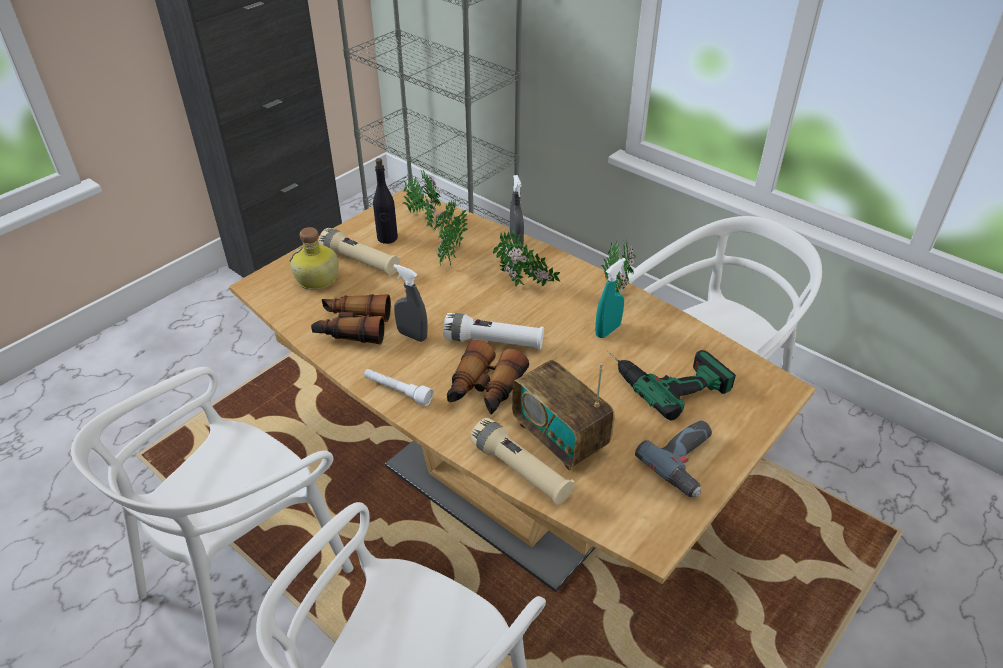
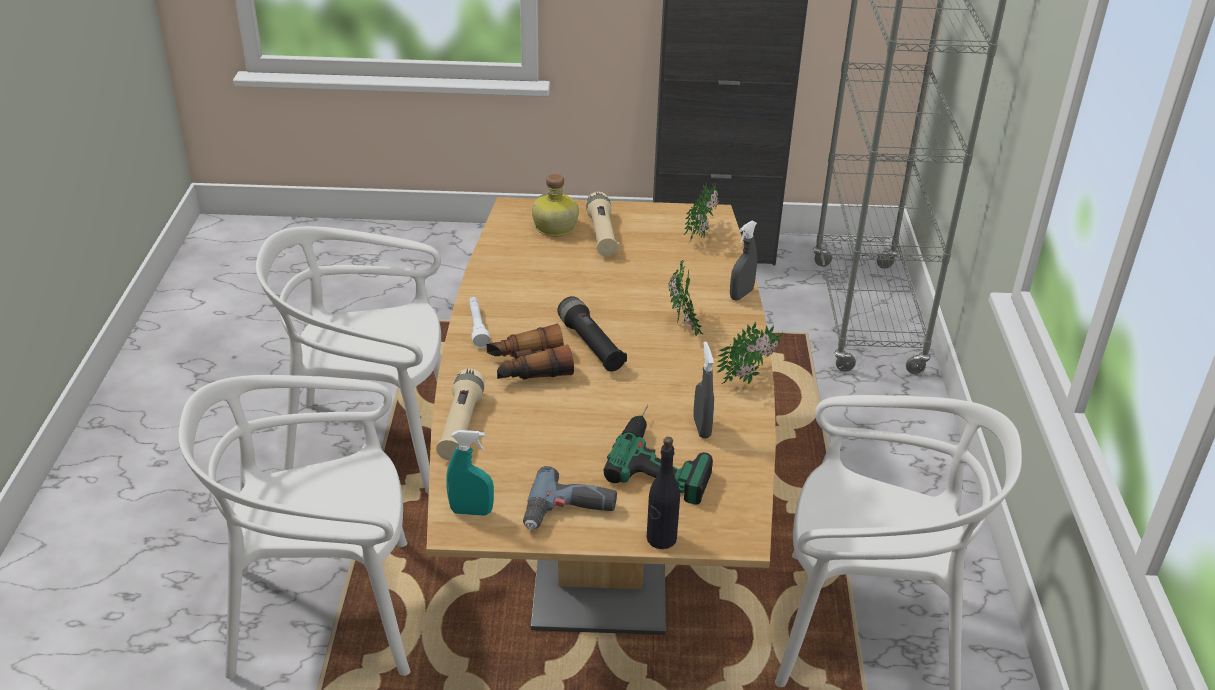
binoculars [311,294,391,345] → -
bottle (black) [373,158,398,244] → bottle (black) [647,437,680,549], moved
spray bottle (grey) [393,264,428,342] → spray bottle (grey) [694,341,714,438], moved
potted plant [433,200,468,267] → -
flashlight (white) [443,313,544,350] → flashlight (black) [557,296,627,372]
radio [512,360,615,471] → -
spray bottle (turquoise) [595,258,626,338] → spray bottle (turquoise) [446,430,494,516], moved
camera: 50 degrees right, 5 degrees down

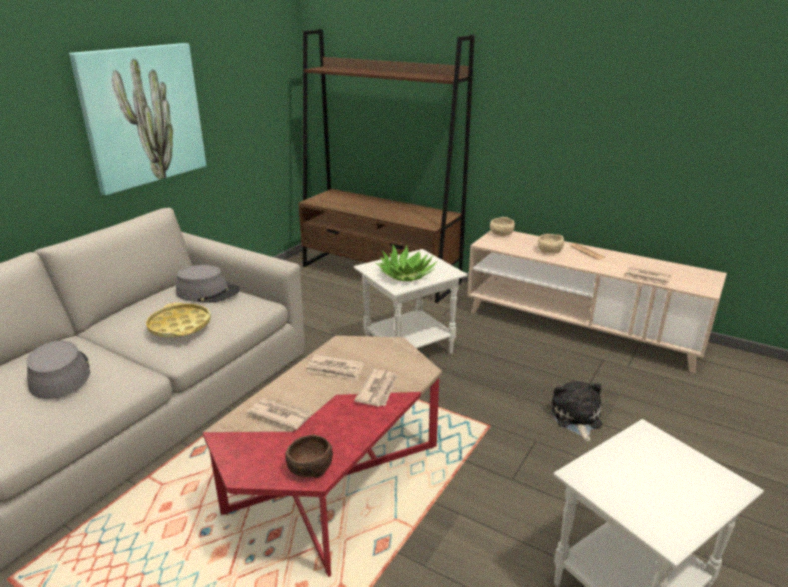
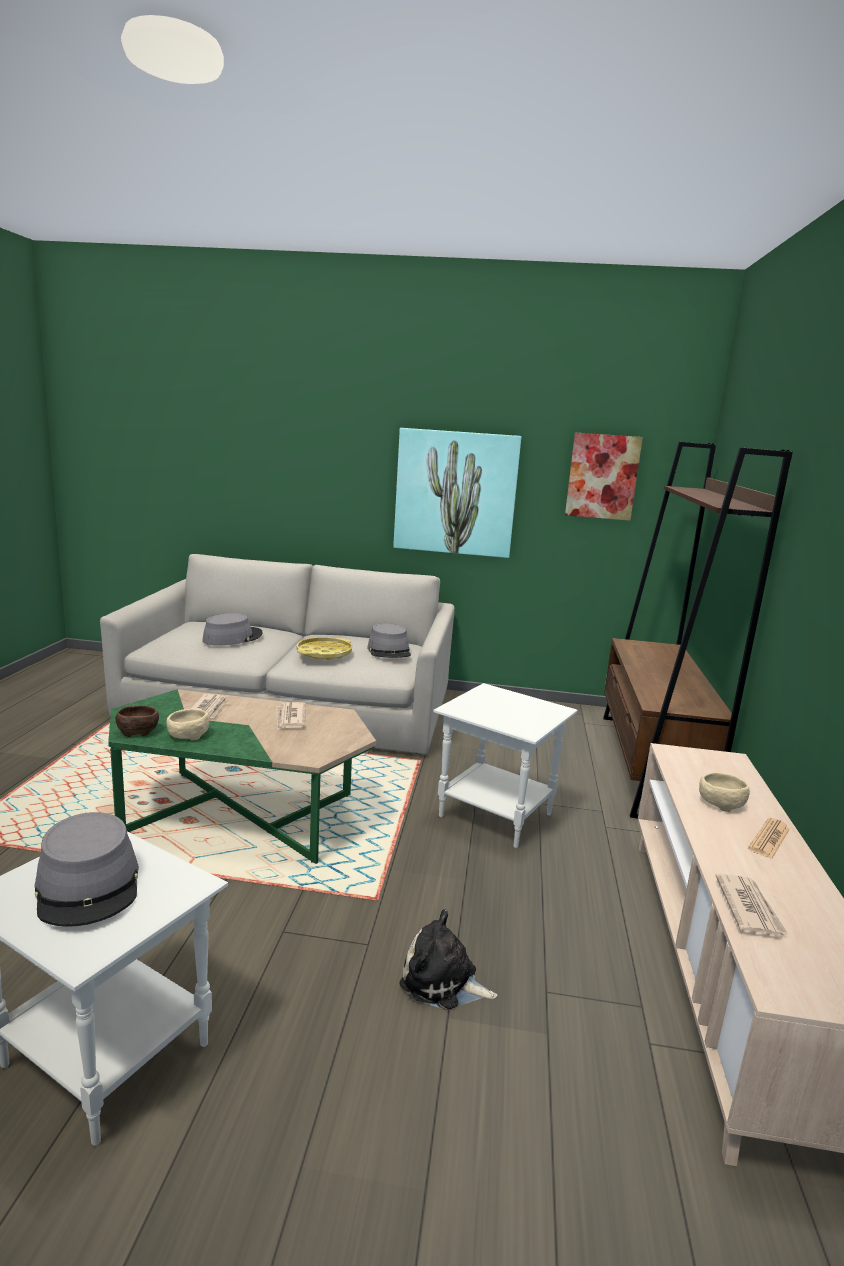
coffee table (red) [203,336,442,577] → coffee table (green) [108,689,376,864]
newspaper [354,369,398,407] → -
potted plant [376,244,437,281] → -
bowl (beige) [490,217,515,237] → bowl (beige) [166,709,209,741], moved
plush toy [551,381,602,441] → plush toy [399,909,497,1010], 135 degrees counterclockwise
- → hat (grey) [34,812,139,927]
- → picture [565,433,643,521]
camera: 65 degrees right, 10 degrees down

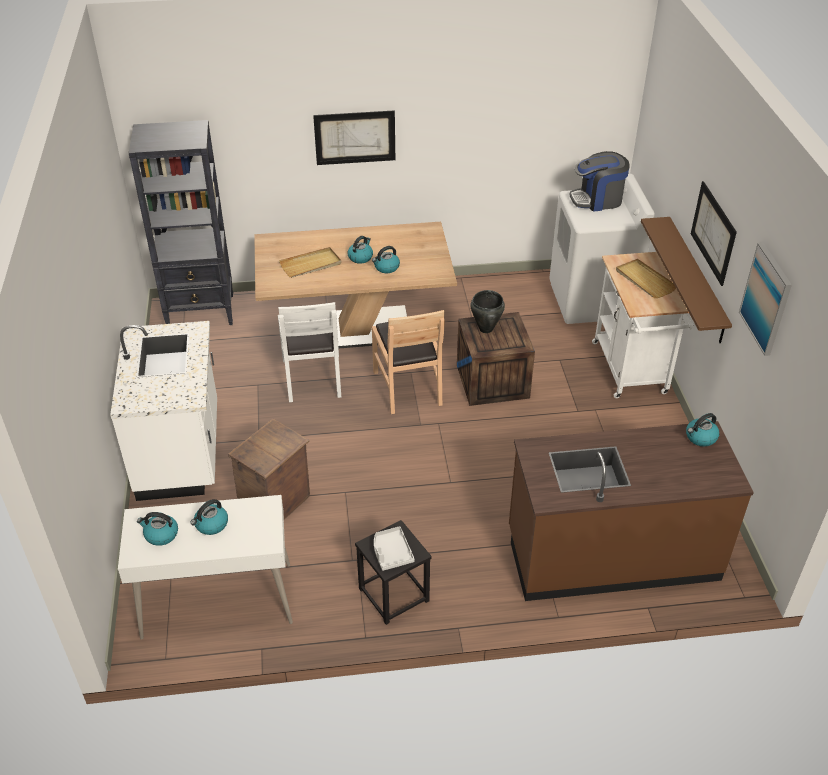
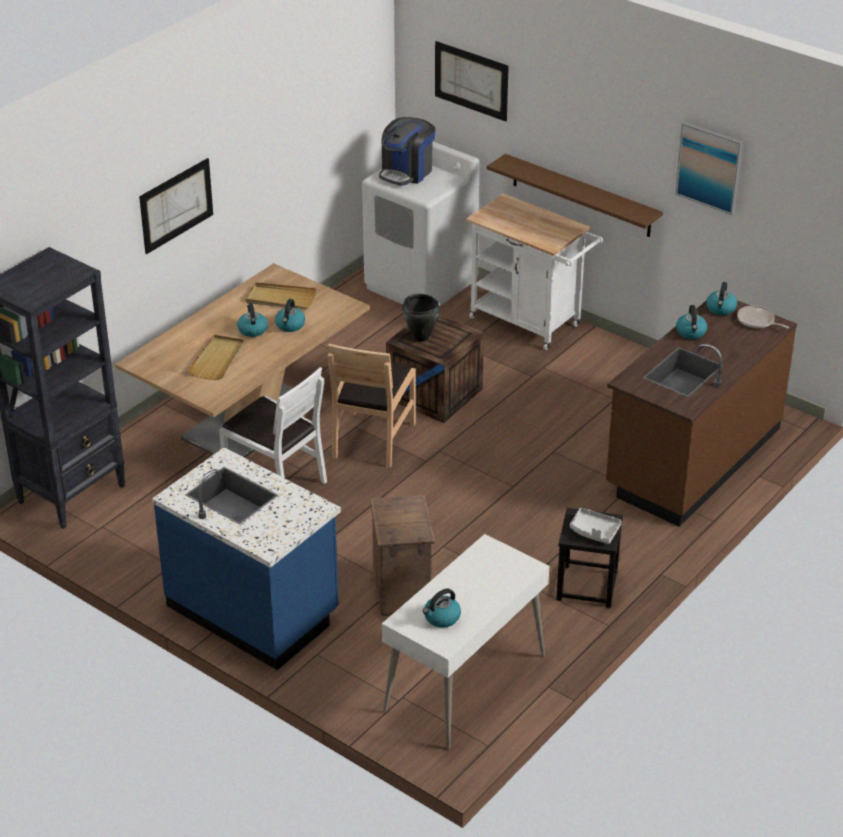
counter (white) [110,321,217,501] → counter (blue) [152,447,341,670]
kettle [190,499,228,535] → kettle [676,305,707,339], moved
chair (brown) [372,310,445,414] → chair (brown) [328,344,416,468], 75 degrees clockwise
tray (beige) [616,259,676,298] → tray (beige) [246,282,317,309], moved
picture [691,181,737,286] → picture [435,41,509,121], moved
- → frying pan [737,305,789,328]
camera: 45 degrees left, 5 degrees down

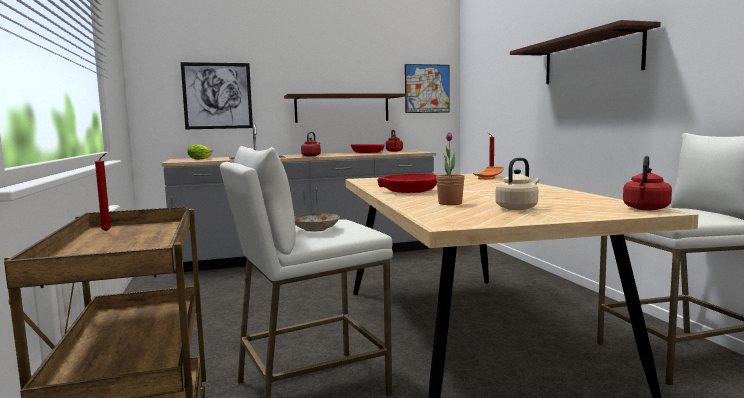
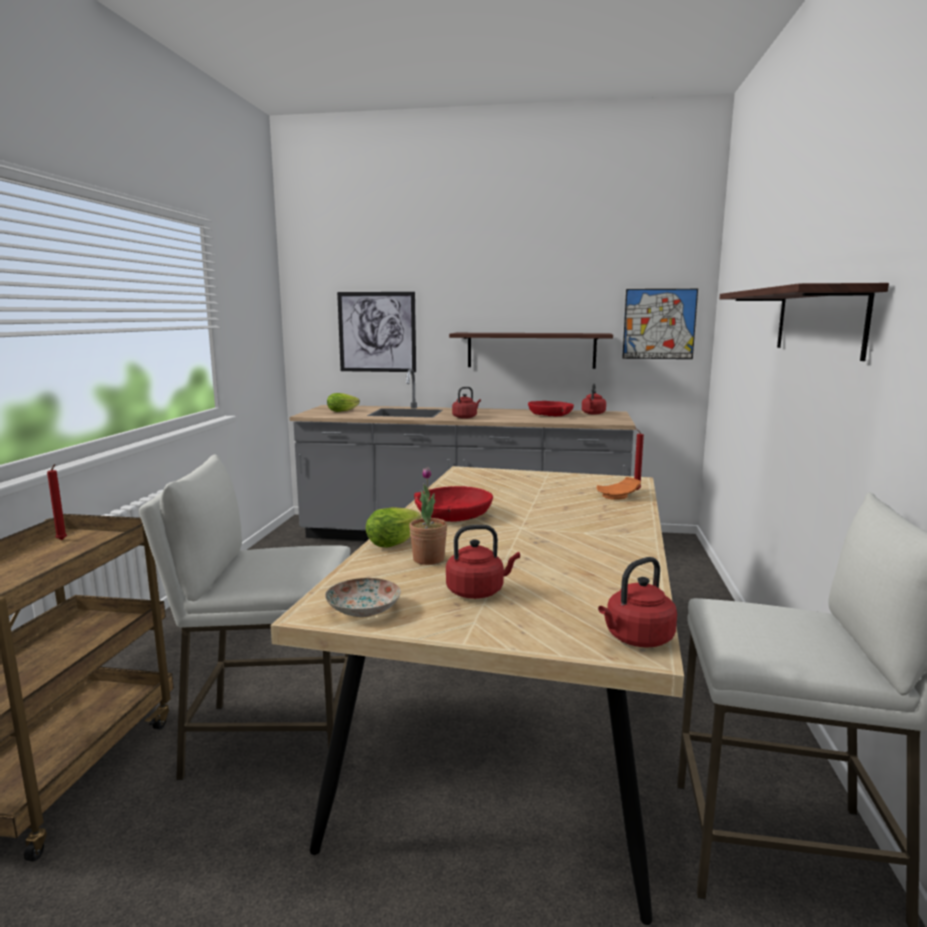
plate [294,213,340,232] → plate [325,578,401,617], moved
kettle (beige) [496,158,540,210] → kettle (red) [446,525,520,599]
- → lettuce [366,507,421,548]
camera: 25 degrees right, 5 degrees up

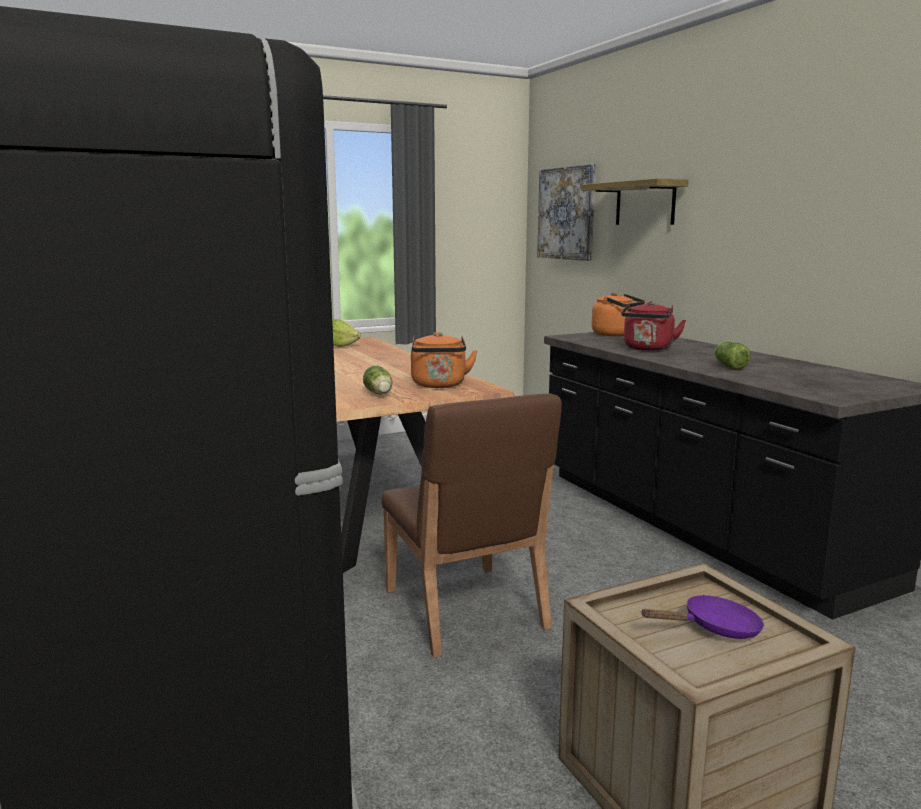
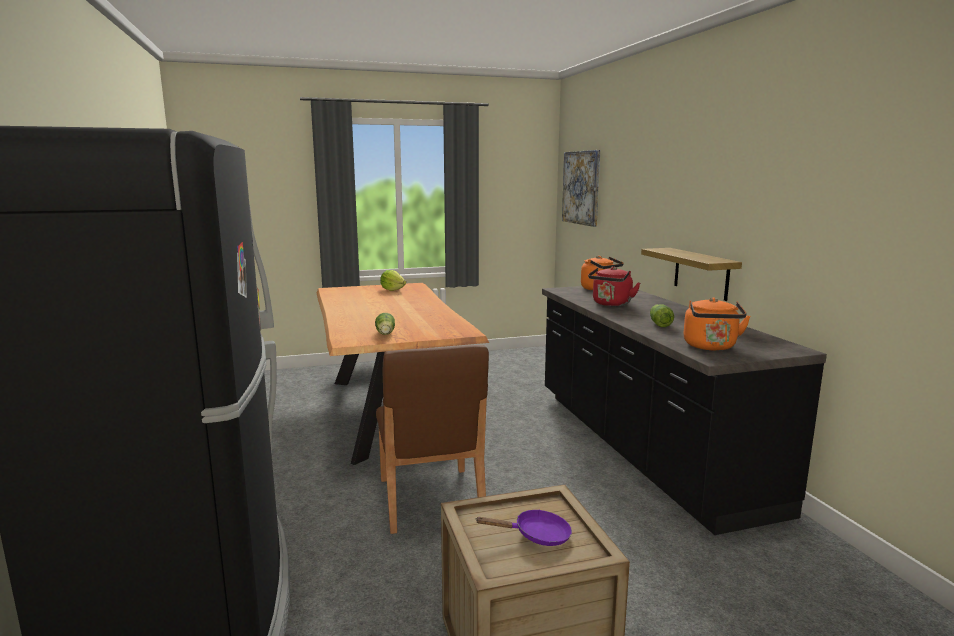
kettle (orange) [411,332,478,388] → kettle (orange) [684,297,751,351], moved
shelf [581,178,688,225] → shelf [641,248,742,301], moved
camera: 10 degrees right, 0 degrees up

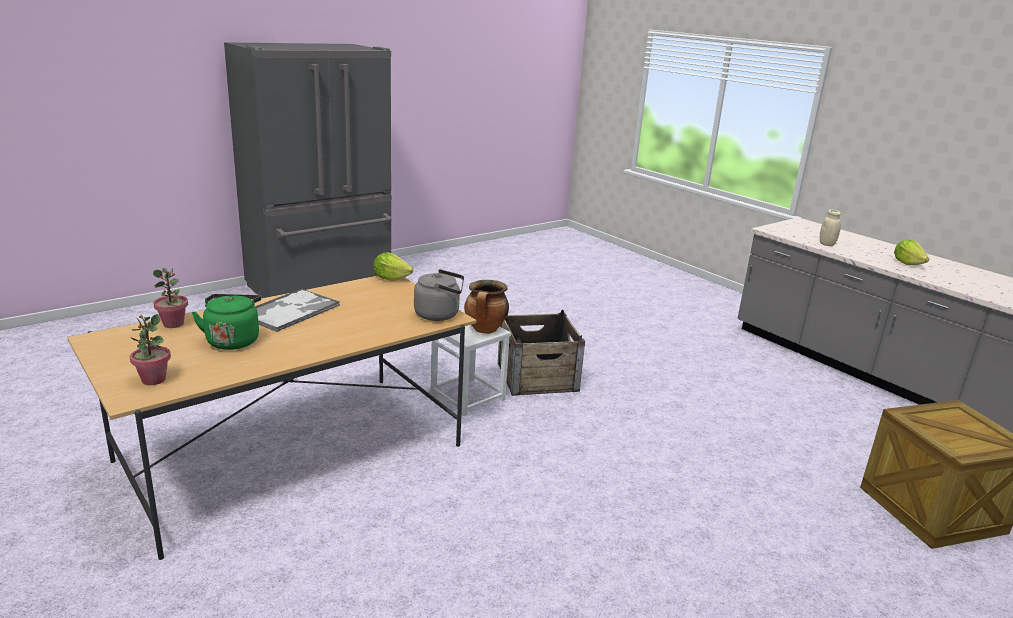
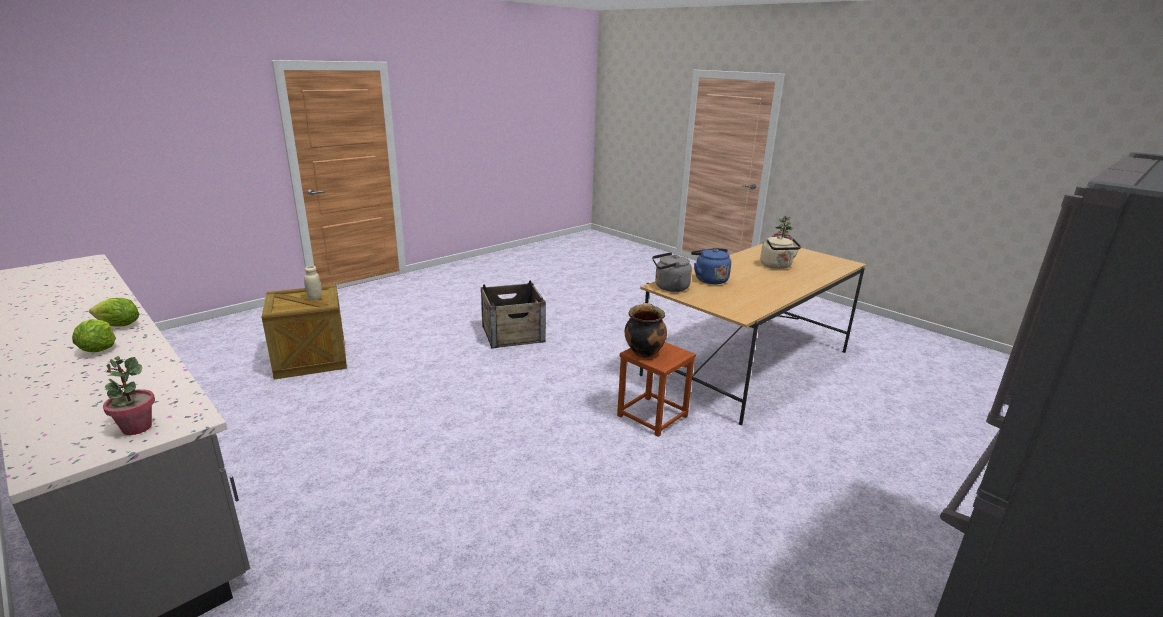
potted plant [153,268,188,328] → potted plant [103,356,155,435], moved
kettle (green) [192,294,261,350] → kettle (beige) [760,236,801,269]
tray [255,288,340,332] → -
lettuce [373,252,414,281] → lettuce [89,298,139,326], moved
stool (white) [431,325,511,416] → stool (brown) [617,342,696,437]
crate [498,310,585,396] → crate [481,280,546,349], moved
jar (beige) [820,209,841,246] → jar (beige) [304,266,322,300], moved
- → kettle (blue) [691,248,731,284]
camera: 175 degrees right, 0 degrees up

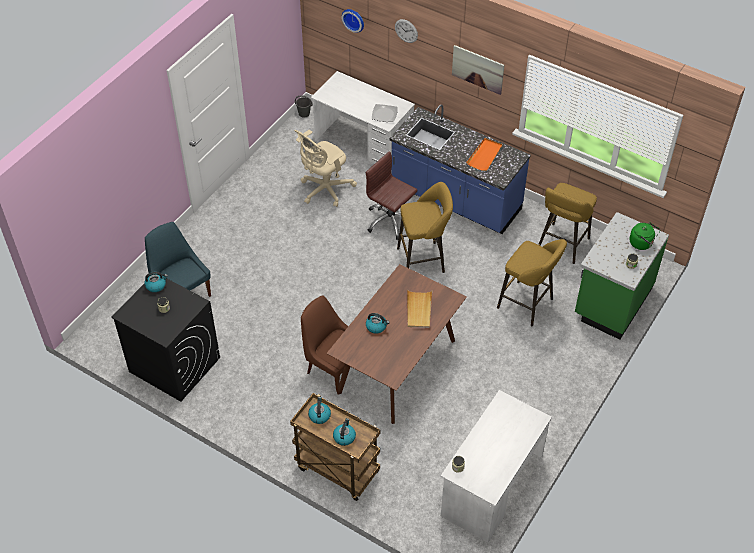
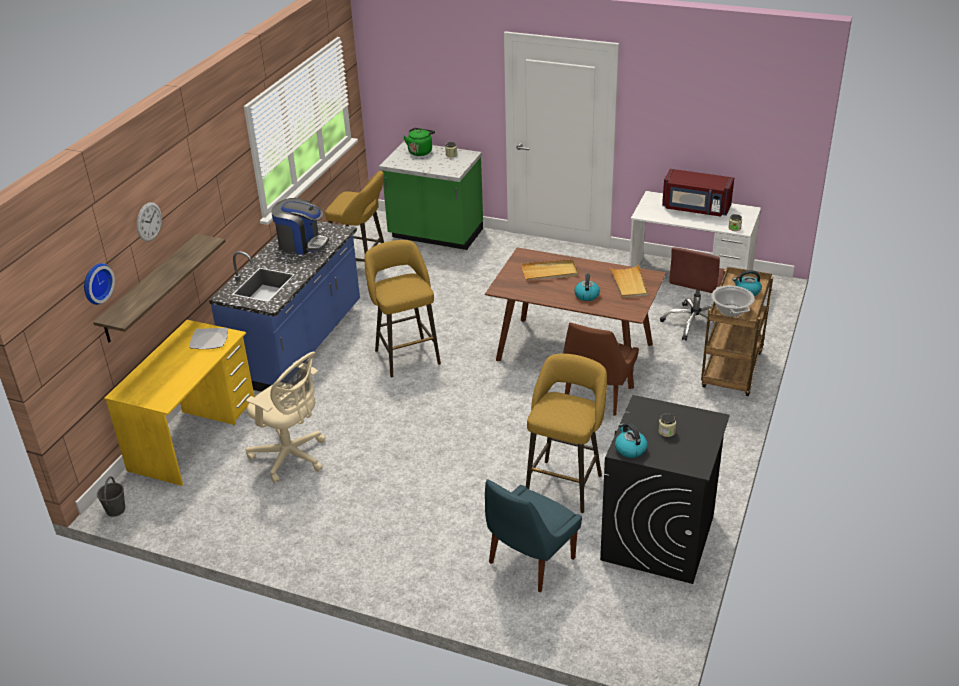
kettle [308,397,331,424] → cooking pot [711,285,755,317]
desk (white) [311,71,415,171] → desk (yellow) [104,320,255,486]
office chair (brown) [366,151,417,240] → office chair (brown) [660,247,726,341], moved
picture [452,45,504,95] → -
tray (orange) [467,138,503,171] → coffee machine [271,198,329,255]
stool (yellow) [497,239,567,326] → stool (yellow) [526,354,607,513], moved
- → shelf [93,234,226,342]
- → tray (beige) [609,264,648,298]
- → microwave (red) [662,169,734,217]
camera: 100 degrees left, 15 degrees down

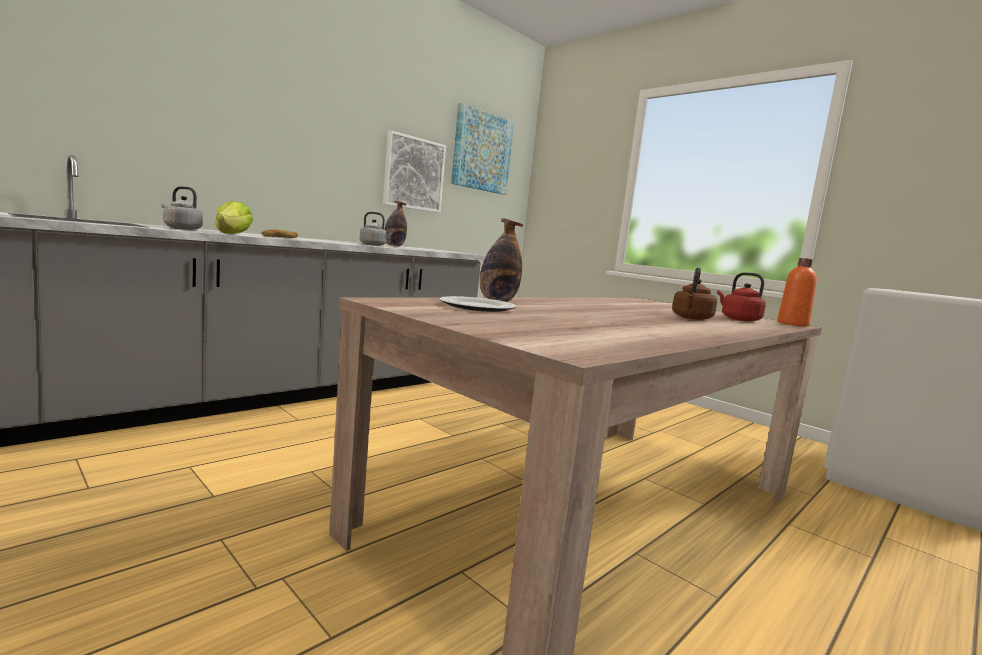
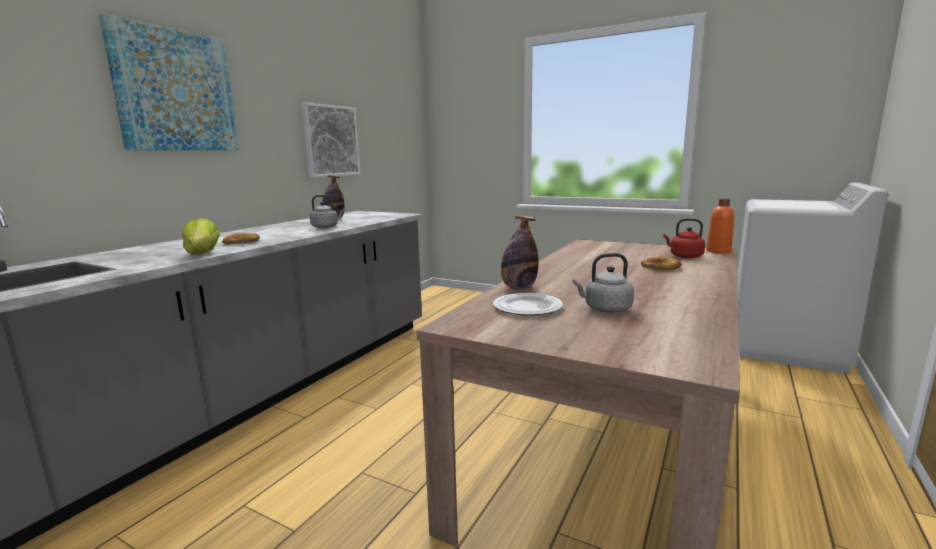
kettle (grey) [161,186,203,230] → kettle (grey) [573,253,634,313], moved
picture [451,103,514,195] → picture [99,14,239,150], moved
kettle (brown) [672,267,717,320] → bread [641,256,682,270]
camera: 15 degrees left, 5 degrees up

